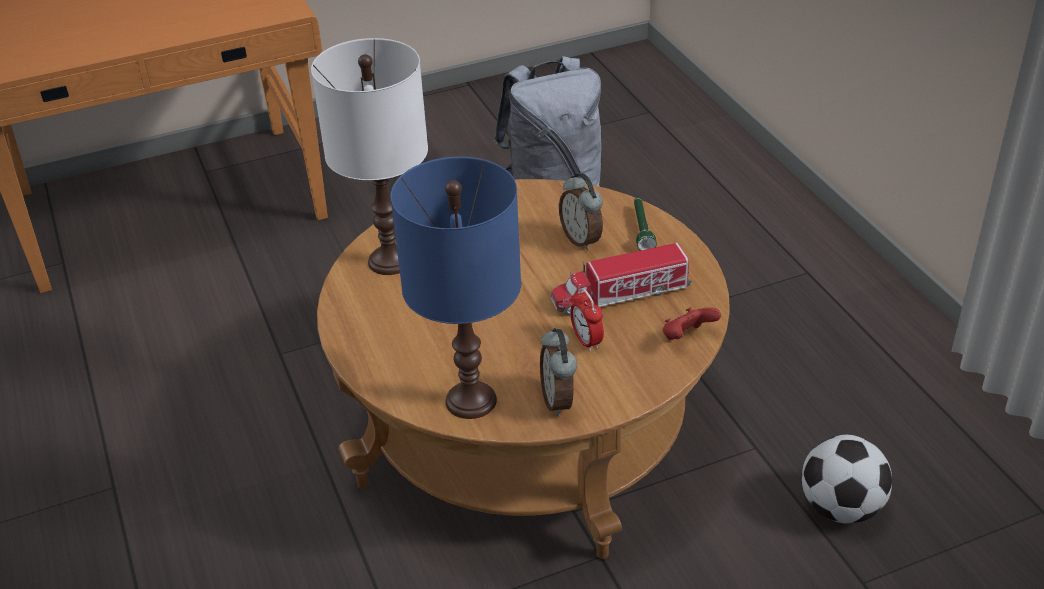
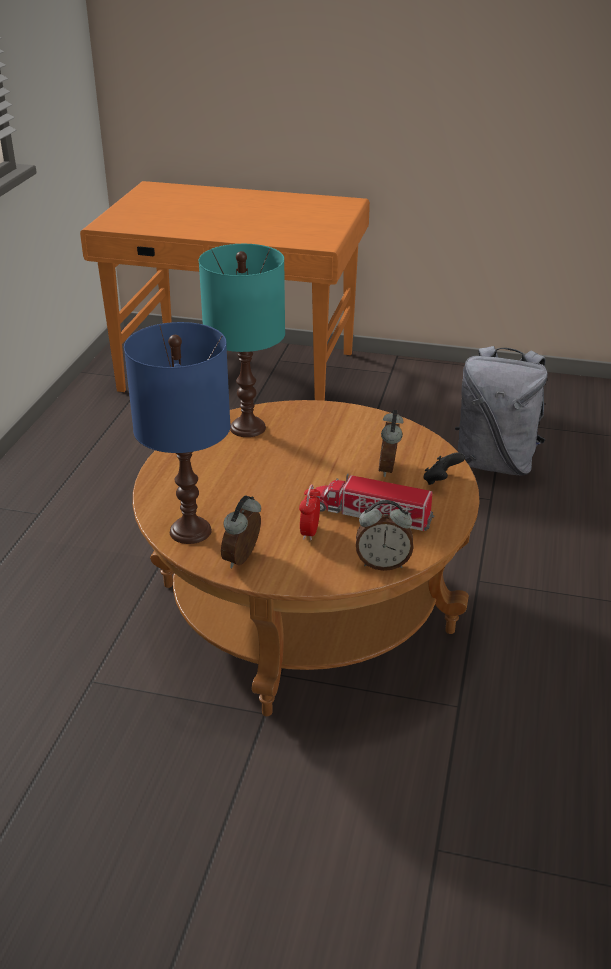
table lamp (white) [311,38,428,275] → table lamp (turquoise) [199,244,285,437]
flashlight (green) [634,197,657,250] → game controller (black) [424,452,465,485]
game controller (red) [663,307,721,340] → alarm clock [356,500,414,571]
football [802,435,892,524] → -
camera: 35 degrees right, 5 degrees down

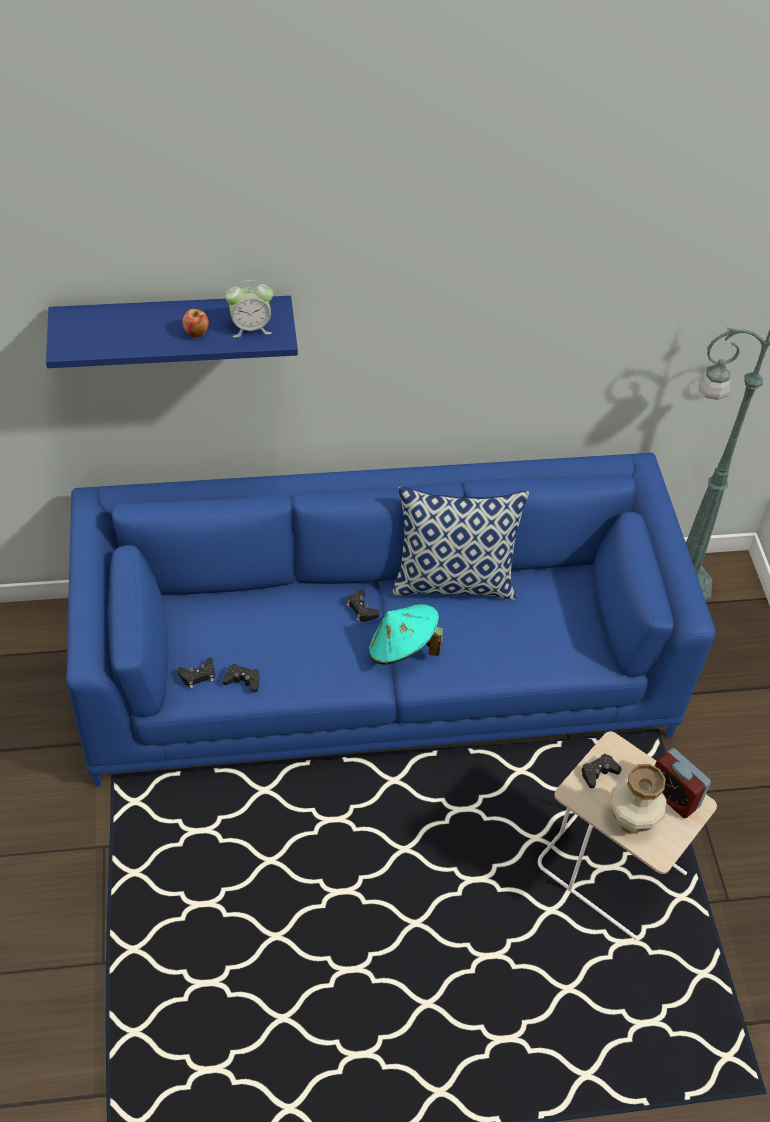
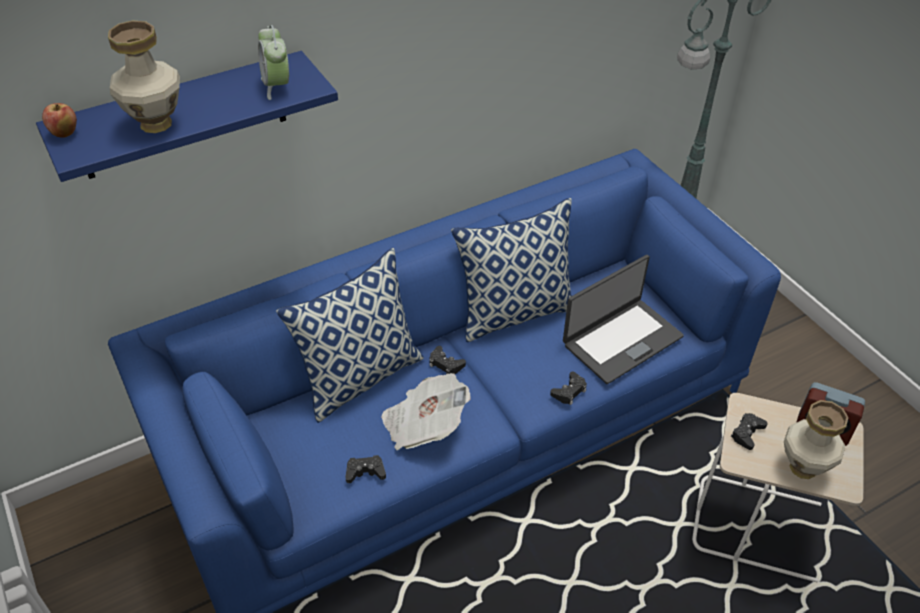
game controller (black) [177,658,215,689] → game controller (black) [550,371,587,405], moved
apple [183,309,209,338] → apple [42,103,77,138], moved
alarm clock [226,280,273,338] → alarm clock [258,25,289,100], 105 degrees clockwise
hat (turquoise) [369,604,443,664] → -
- → vase [108,20,180,133]
- → pillow [276,248,424,423]
- → newspaper [381,373,471,450]
- → laptop [563,255,684,384]
camera: 20 degrees left, 5 degrees down

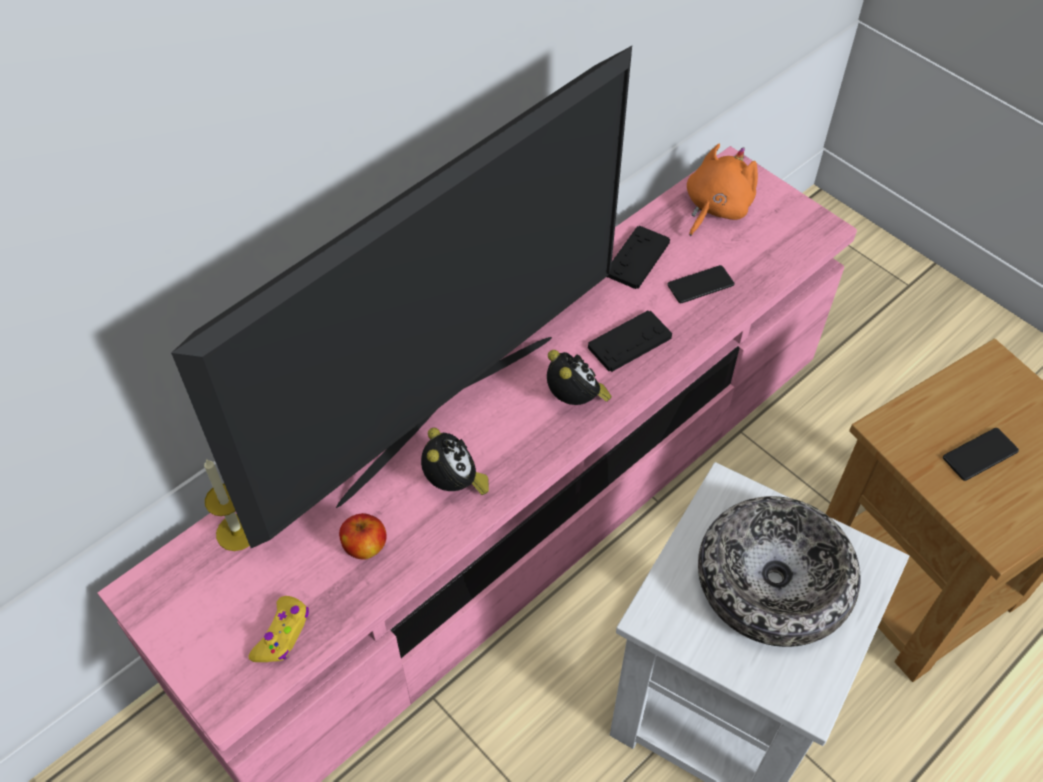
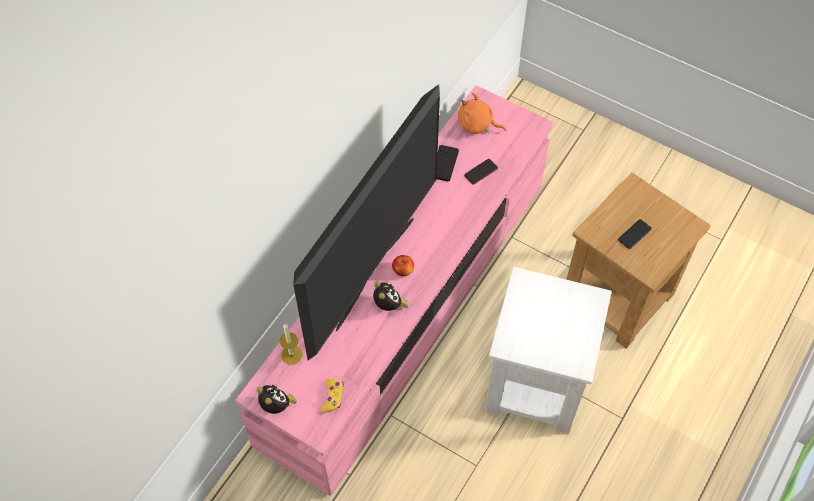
apple [339,513,387,559] → apple [392,255,414,277], moved
alarm clock [547,350,612,405] → alarm clock [256,385,297,414], moved
game controller (black) [588,311,672,372] → -
plush toy (orange) [687,144,758,236] → plush toy (orange) [458,92,506,134], 90 degrees counterclockwise
bowl [698,496,861,647] → -
camera: 15 degrees left, 5 degrees up

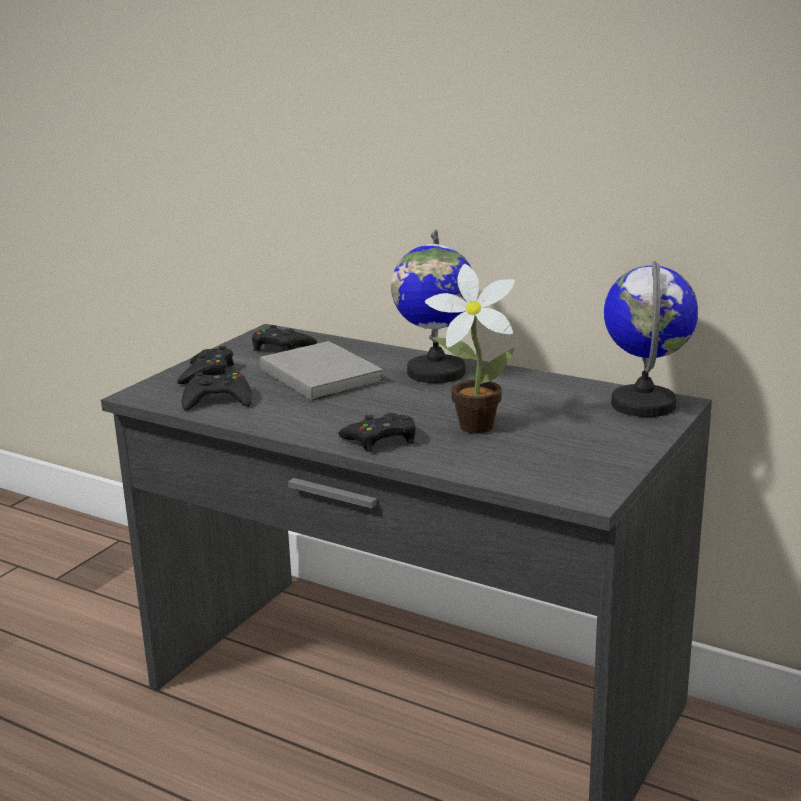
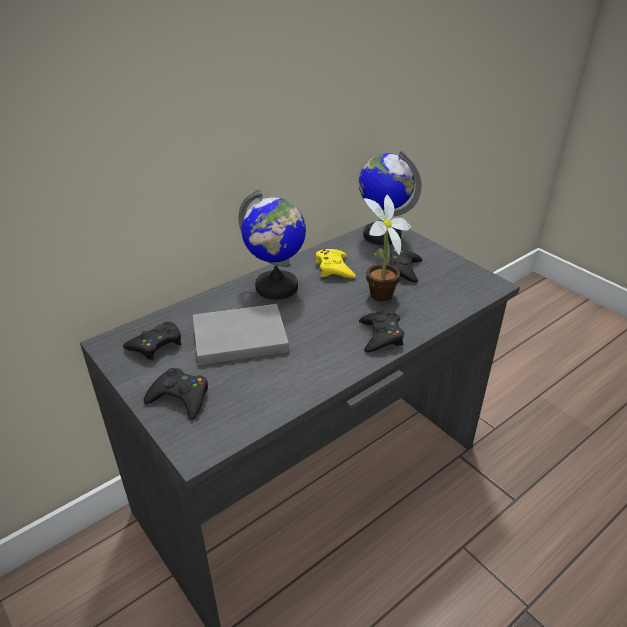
game controller (black) [181,372,252,411] → game controller (black) [388,249,422,283], moved
- → game controller (yellow) [316,249,356,278]
camera: 70 degrees left, 15 degrees up

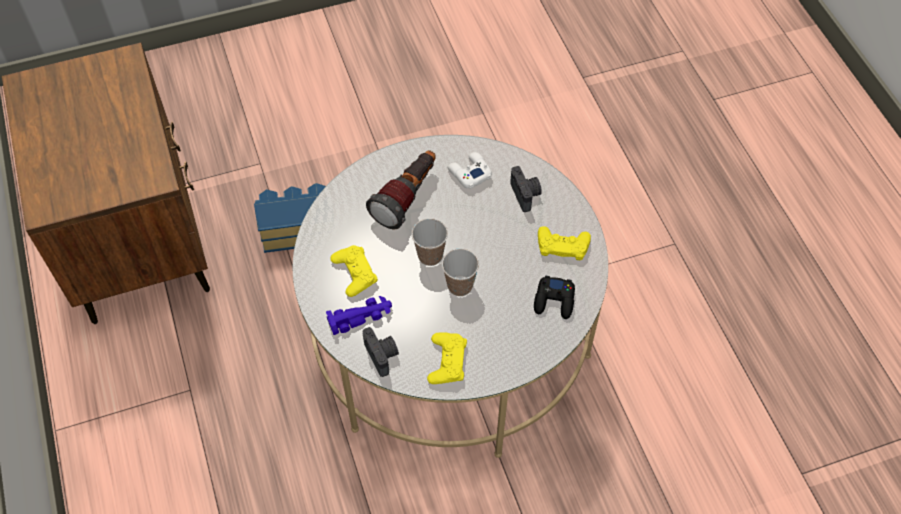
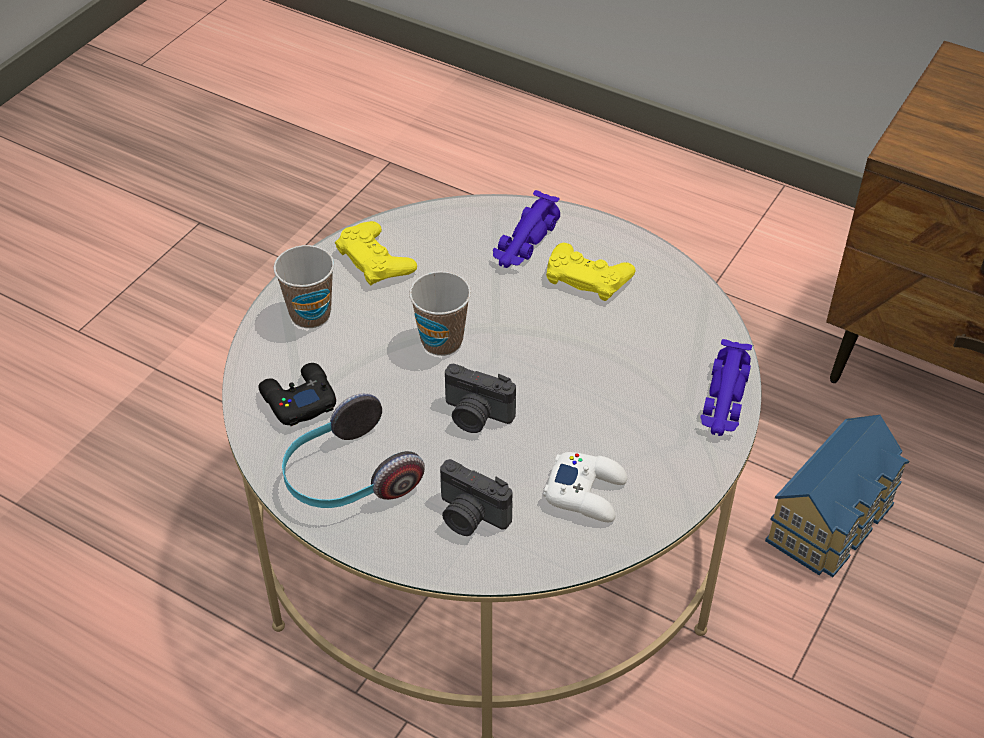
photo camera [362,327,399,377] → photo camera [445,364,516,433], moved
flashlight [366,150,436,230] → -
cup [412,218,448,266] → cup [274,245,334,328], moved
game controller (yellow) [538,226,591,260] → headphones [282,393,425,508]
- → toy car (purple) [700,339,752,436]
camera: 140 degrees right, 10 degrees down

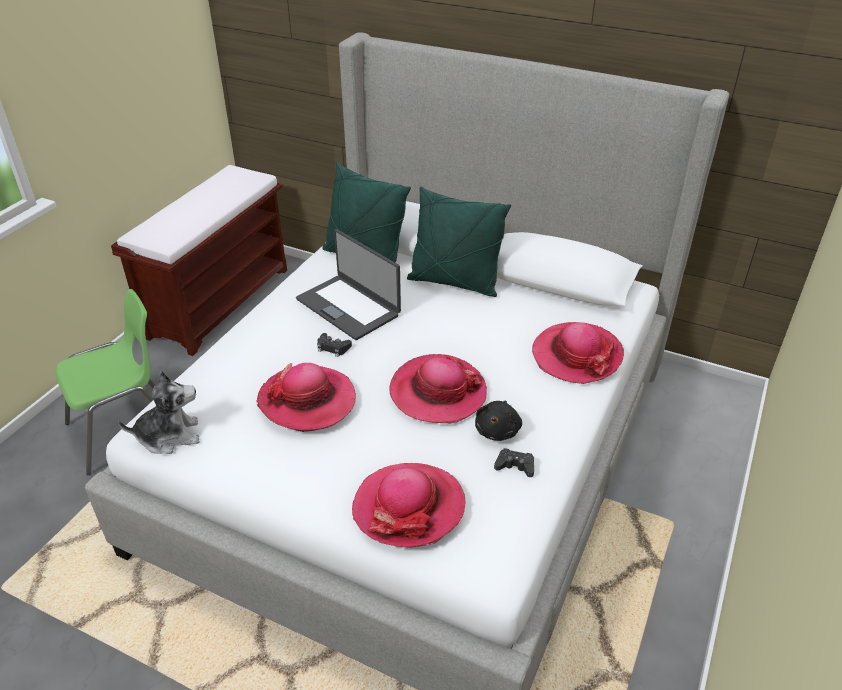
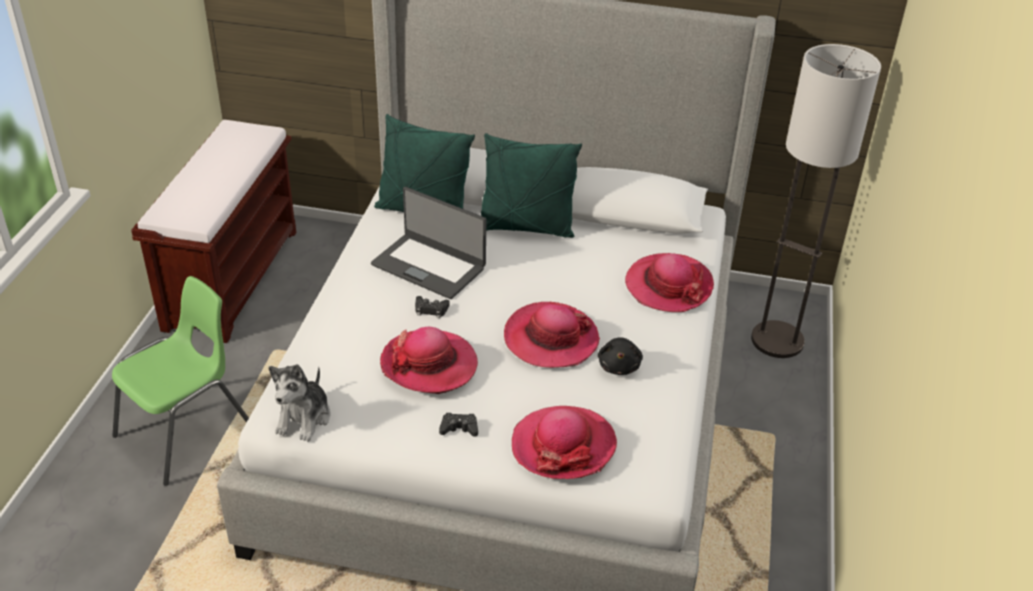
plush toy [118,371,200,454] → plush toy [269,364,331,442], 135 degrees clockwise
game controller (black) [494,448,534,477] → game controller (black) [439,413,478,437], moved
- → floor lamp [751,44,881,358]
camera: 15 degrees left, 0 degrees up

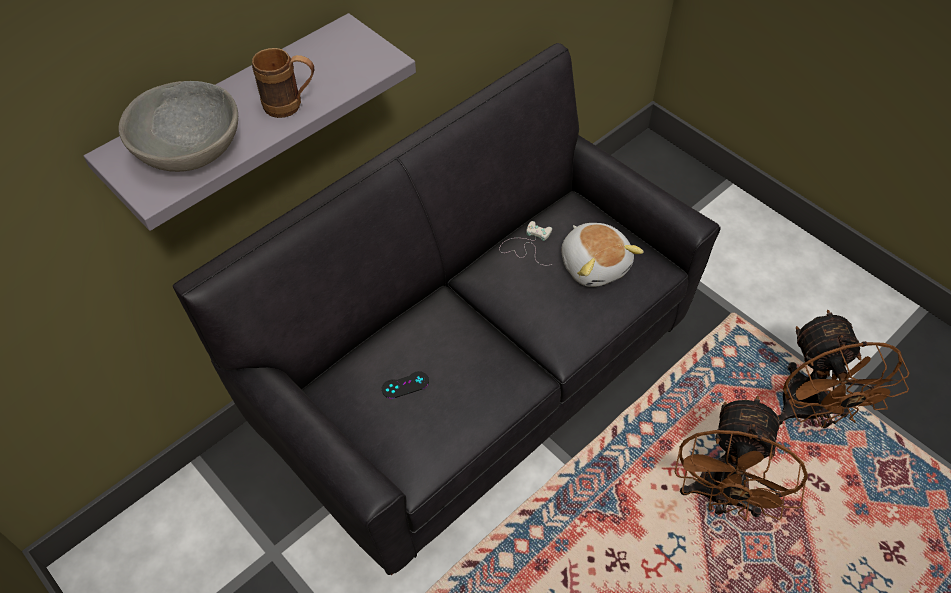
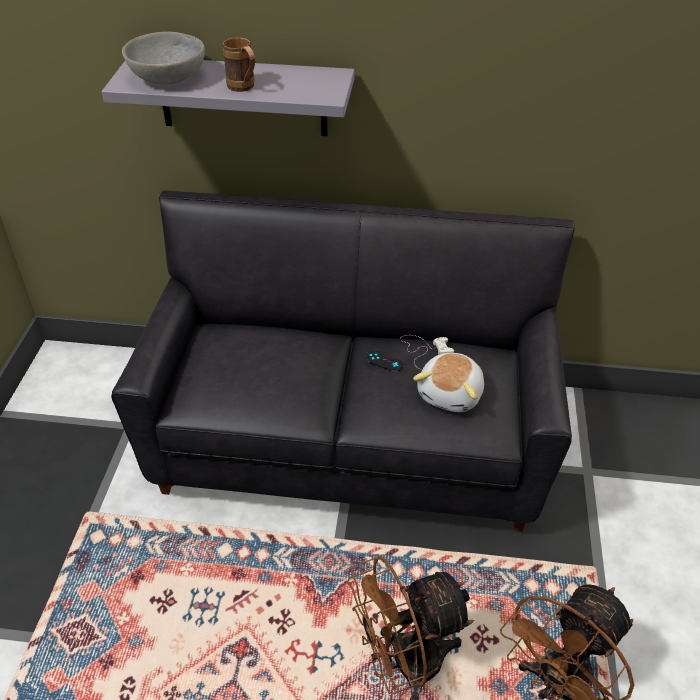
game controller (black) [382,371,429,399] → game controller (black) [366,351,404,372], moved
camera: 50 degrees right, 10 degrees down

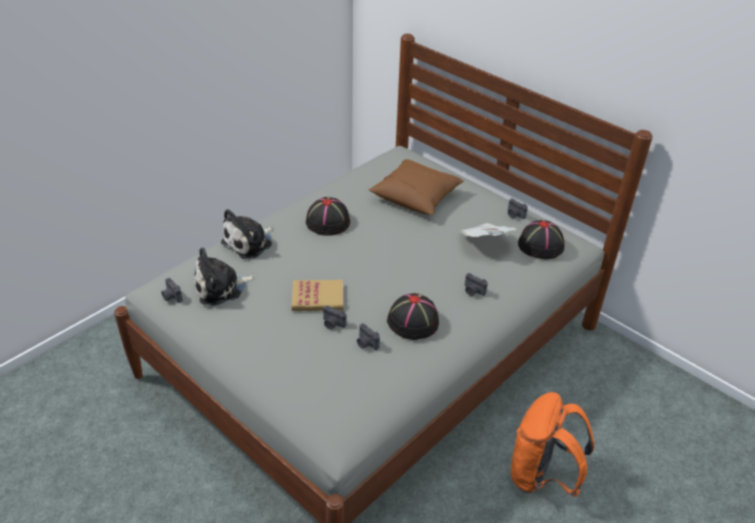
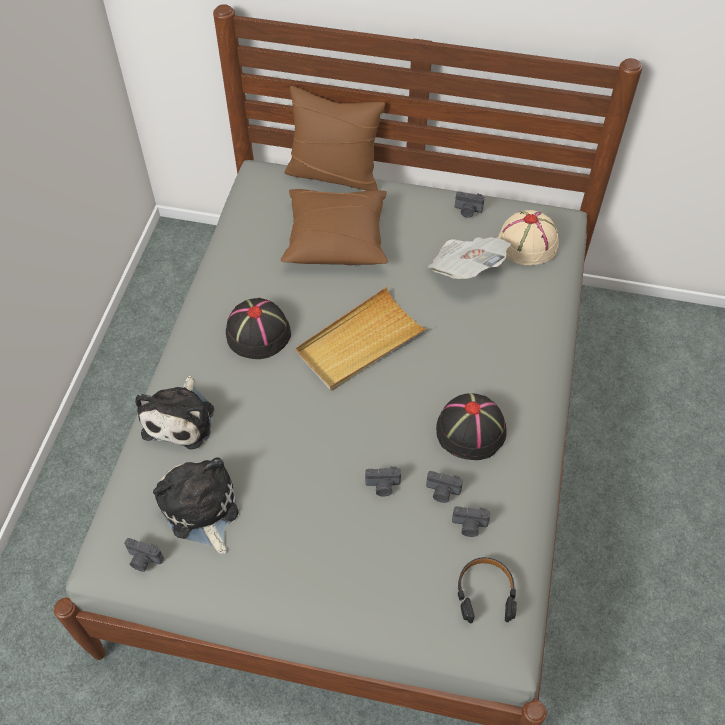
plush toy [194,247,255,306] → plush toy [153,457,239,554], 120 degrees clockwise
book [292,280,343,311] → -
photo camera [465,273,488,296] → photo camera [452,506,491,537], moved
backpack (orange) [511,392,594,497] → -
hat (black) [518,220,565,260] → hat (beige) [498,210,559,265]
- → pillow (brown) [285,86,385,191]
- → tray (beige) [295,287,428,391]
- → headphones (black) [458,557,517,623]
camera: 30 degrees left, 15 degrees up

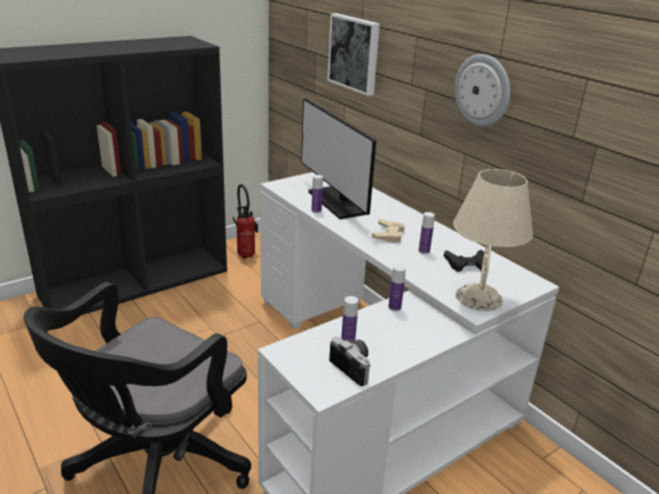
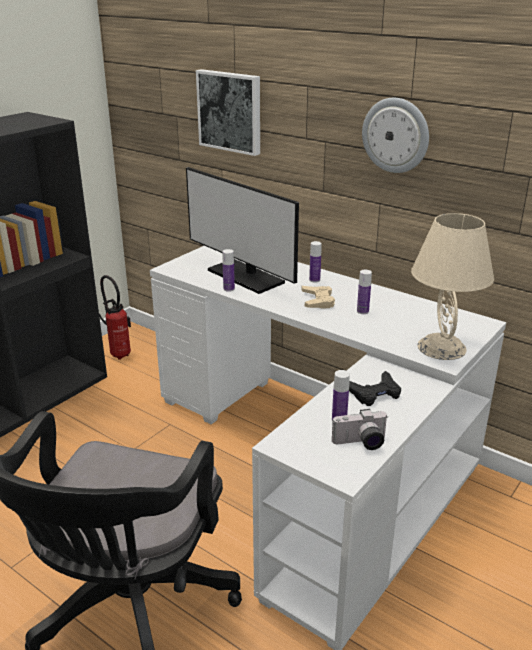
photo camera [329,337,371,386] → photo camera [332,409,388,450], 135 degrees clockwise
bottle [388,265,406,311] → bottle [309,241,322,283], moved
game controller (black) [444,250,486,272] → game controller (black) [349,371,401,406], moved
camera: 15 degrees left, 0 degrees up

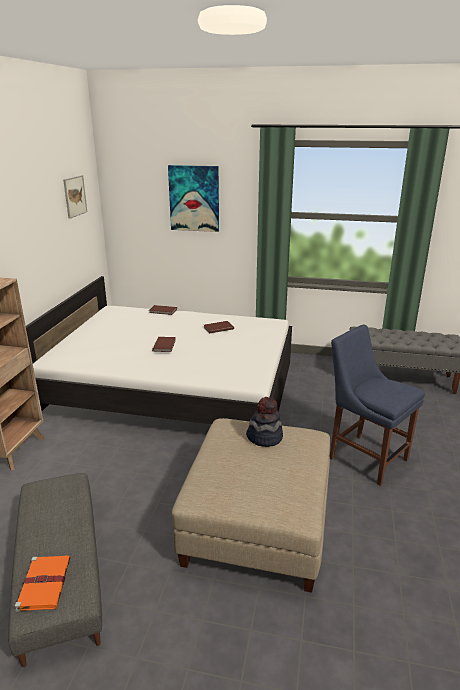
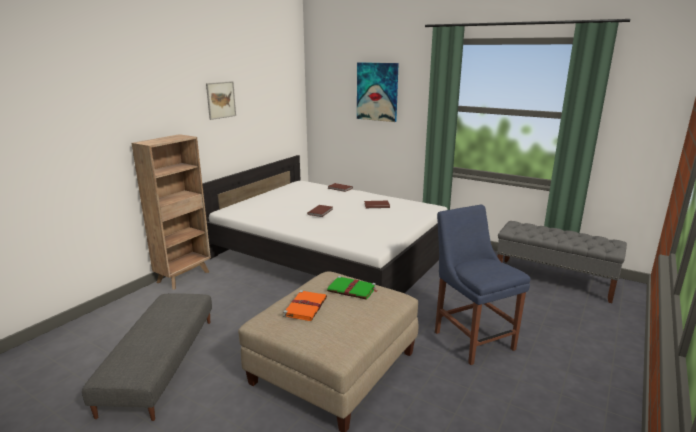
book (orange) [15,555,71,612] → book (orange) [283,290,327,321], moved
picture [63,175,87,219] → picture [206,81,236,120], moved
hat [246,397,283,447] → book (green) [327,276,377,300]
camera: 20 degrees right, 5 degrees down

